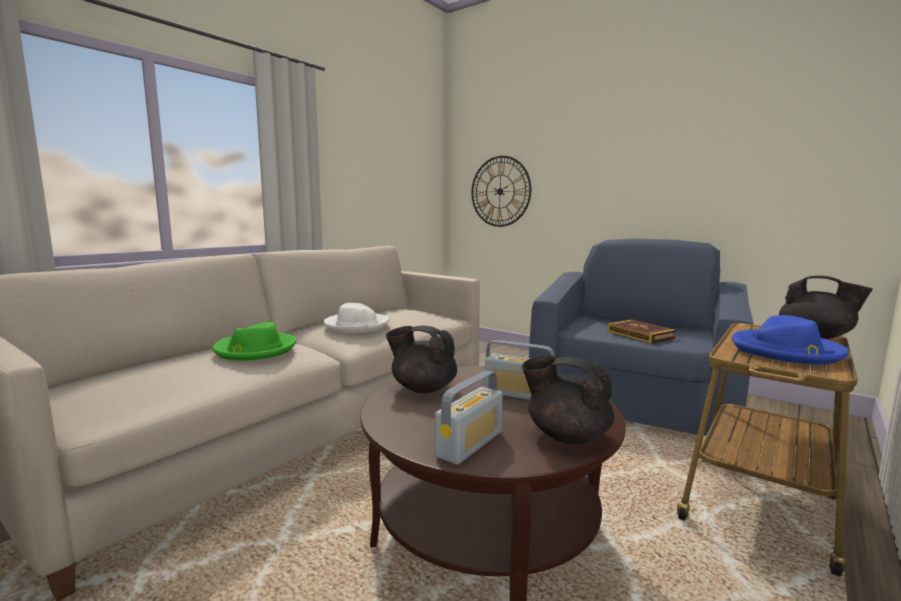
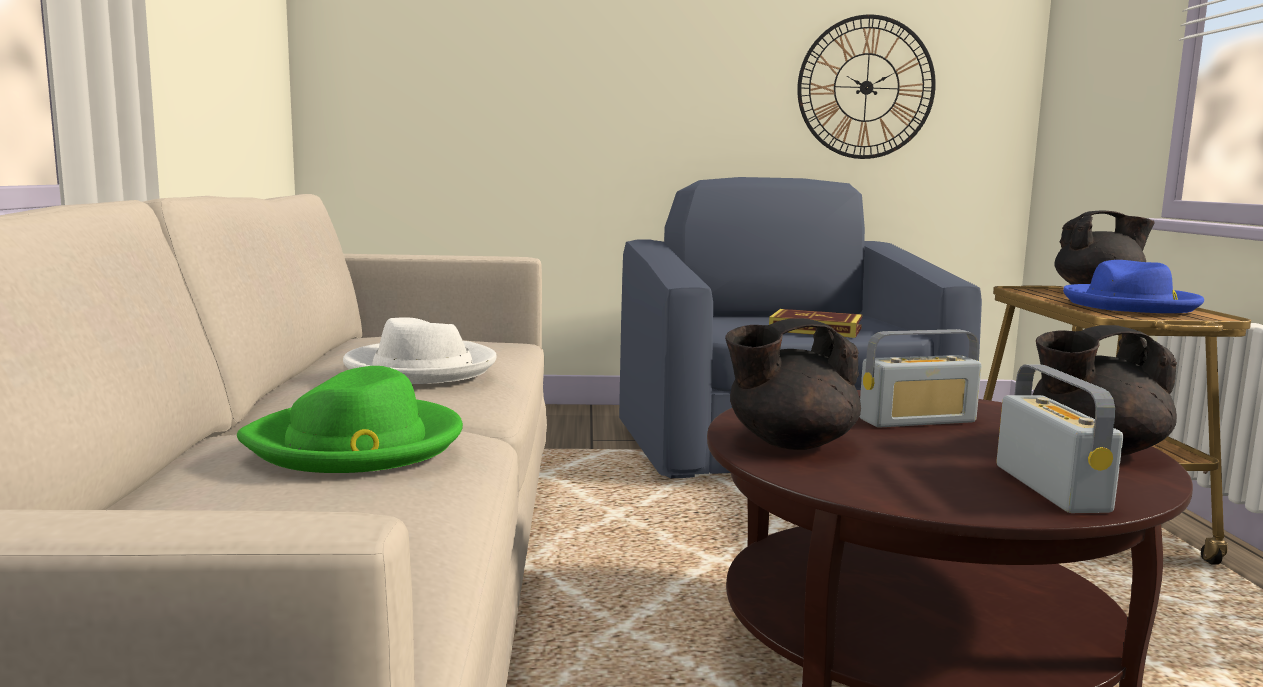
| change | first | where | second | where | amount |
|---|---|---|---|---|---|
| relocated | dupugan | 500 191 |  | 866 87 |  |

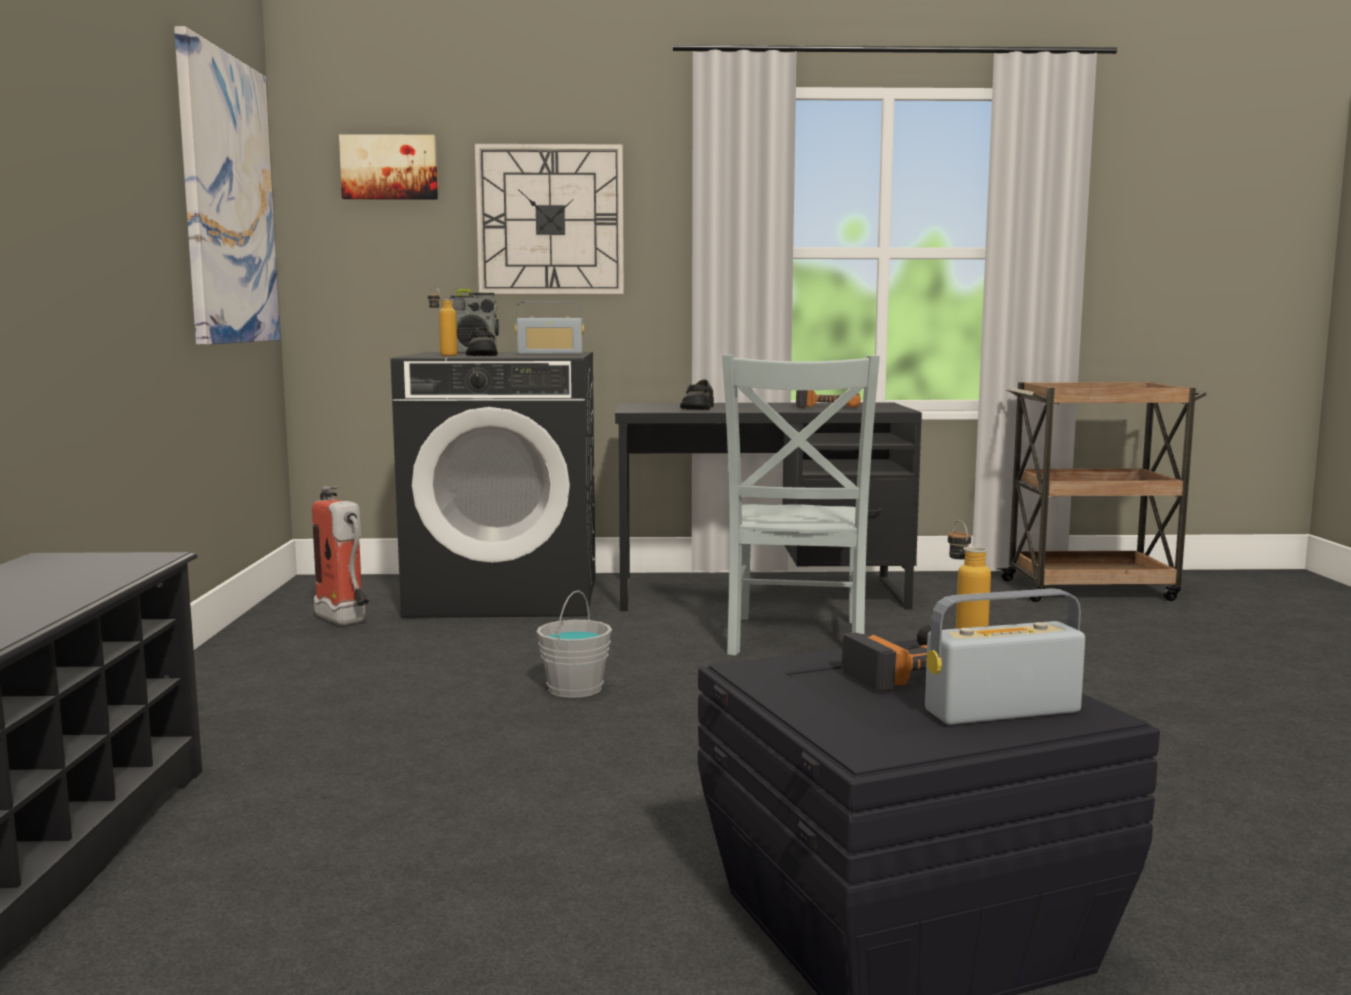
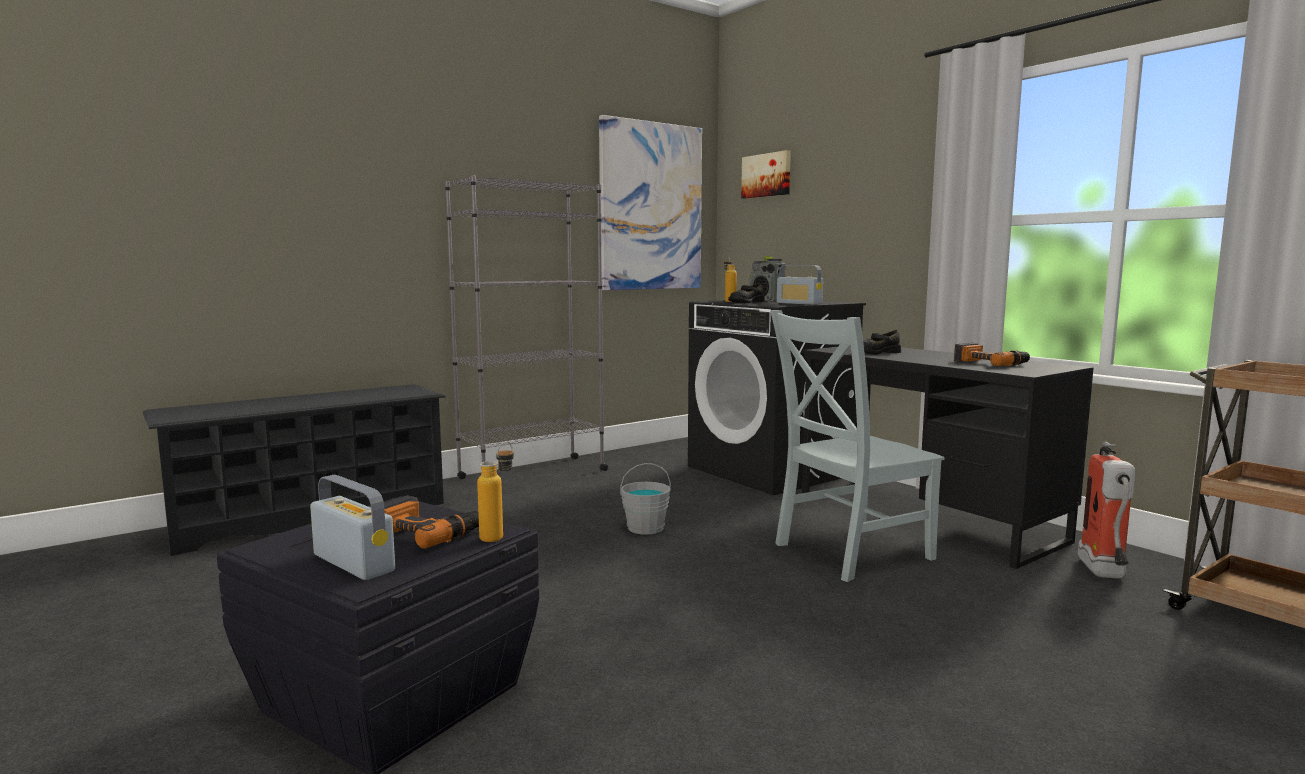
| change | first | where | second | where | amount |
|---|---|---|---|---|---|
| relocated | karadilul | 346 622 |  | 1104 574 |  |
| missing | dupugan | 550 220 |  |  |  |
| appeared |  |  | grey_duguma | 532 474 |  |

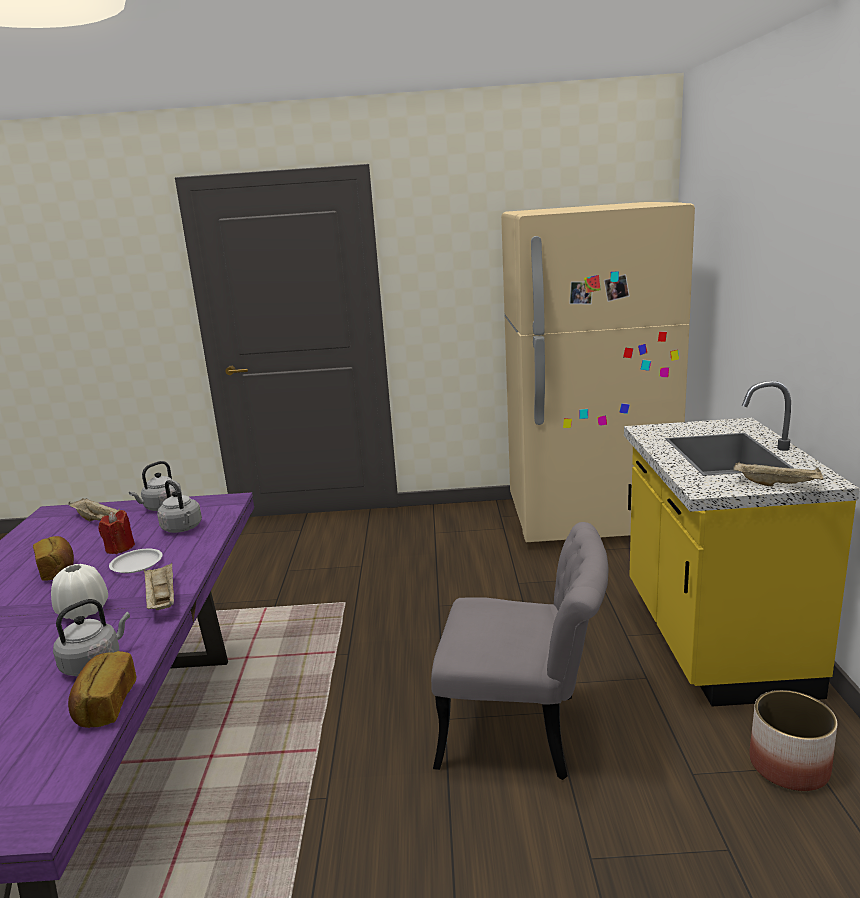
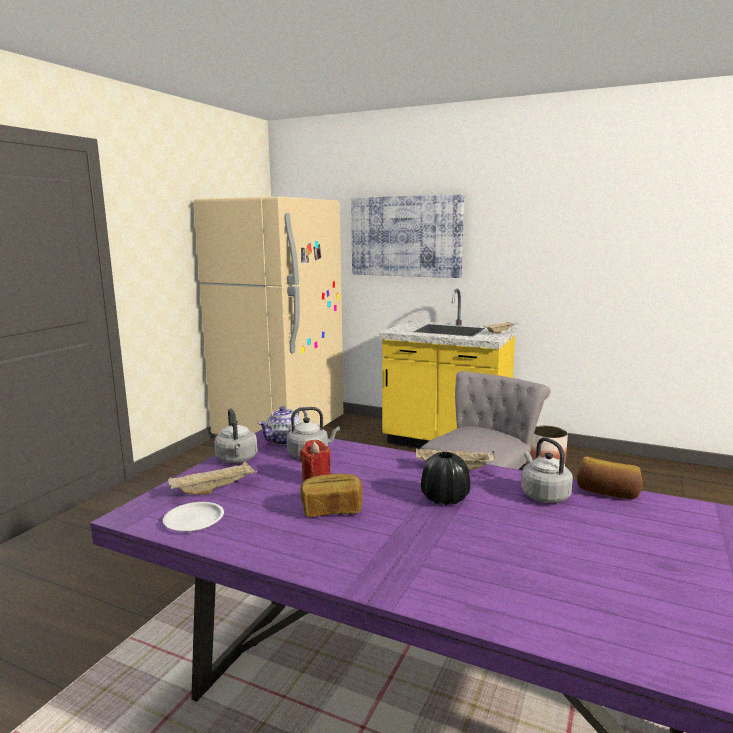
| change | first | where | second | where | amount |
|---|---|---|---|---|---|
| colour | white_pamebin | 83 611 | black_pamebin | 444 498 |  |
| relocated | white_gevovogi | 136 564 |  | 194 521 |  |
| appeared |  |  | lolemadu | 284 440 |  |
| appeared |  |  | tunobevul | 406 236 |  |

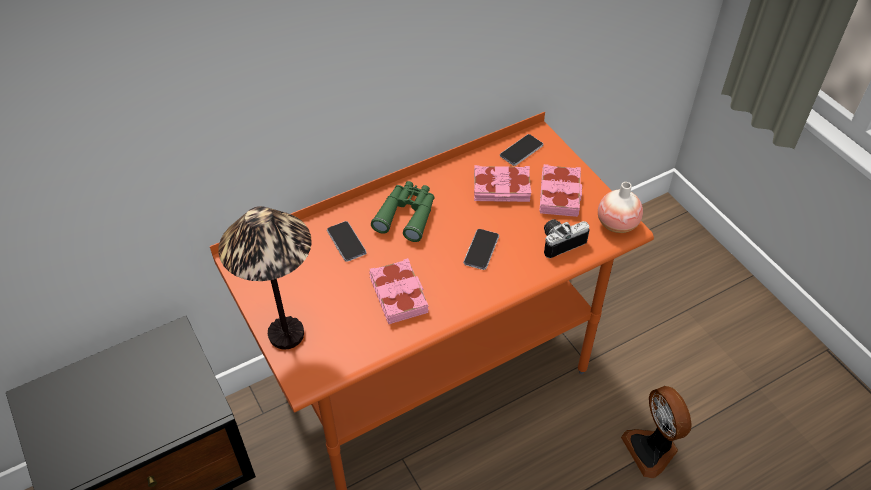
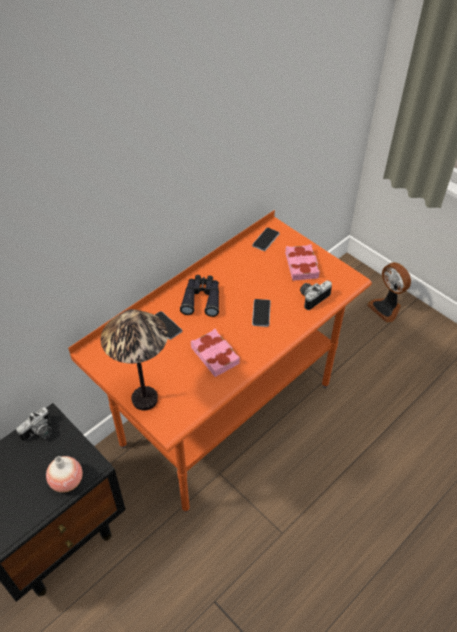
| change | first | where | second | where | amount |
|---|---|---|---|---|---|
| colour | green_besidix | 407 215 | black_besidix | 201 298 |  |
| missing | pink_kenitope | 501 189 |  |  |  |
| relocated | pamebin | 617 224 |  | 67 481 |  |
| relocated | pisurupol | 652 449 |  | 386 308 |  |
| appeared |  |  | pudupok | 40 433 |  |

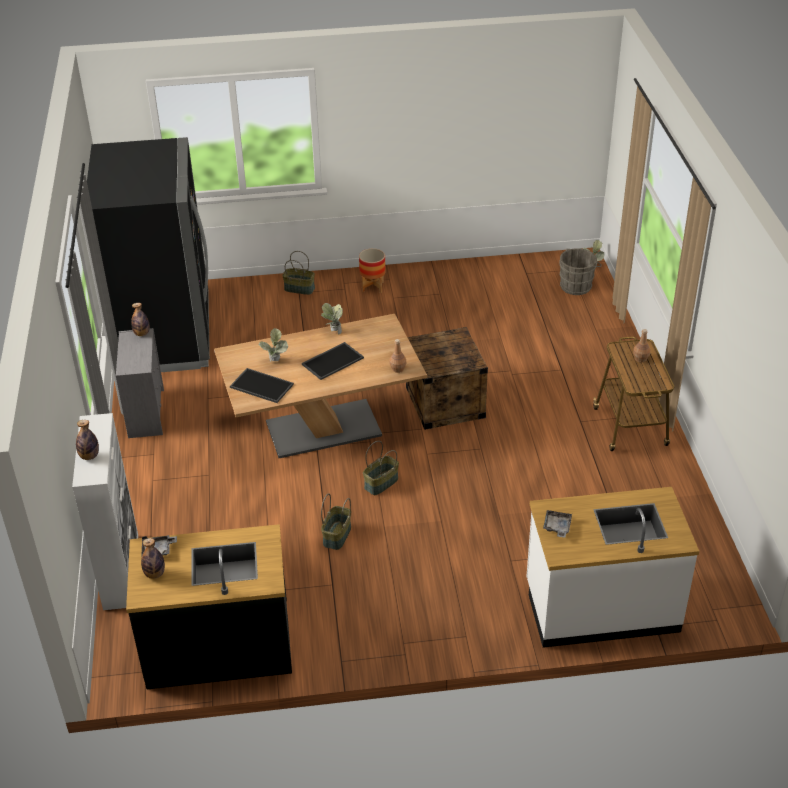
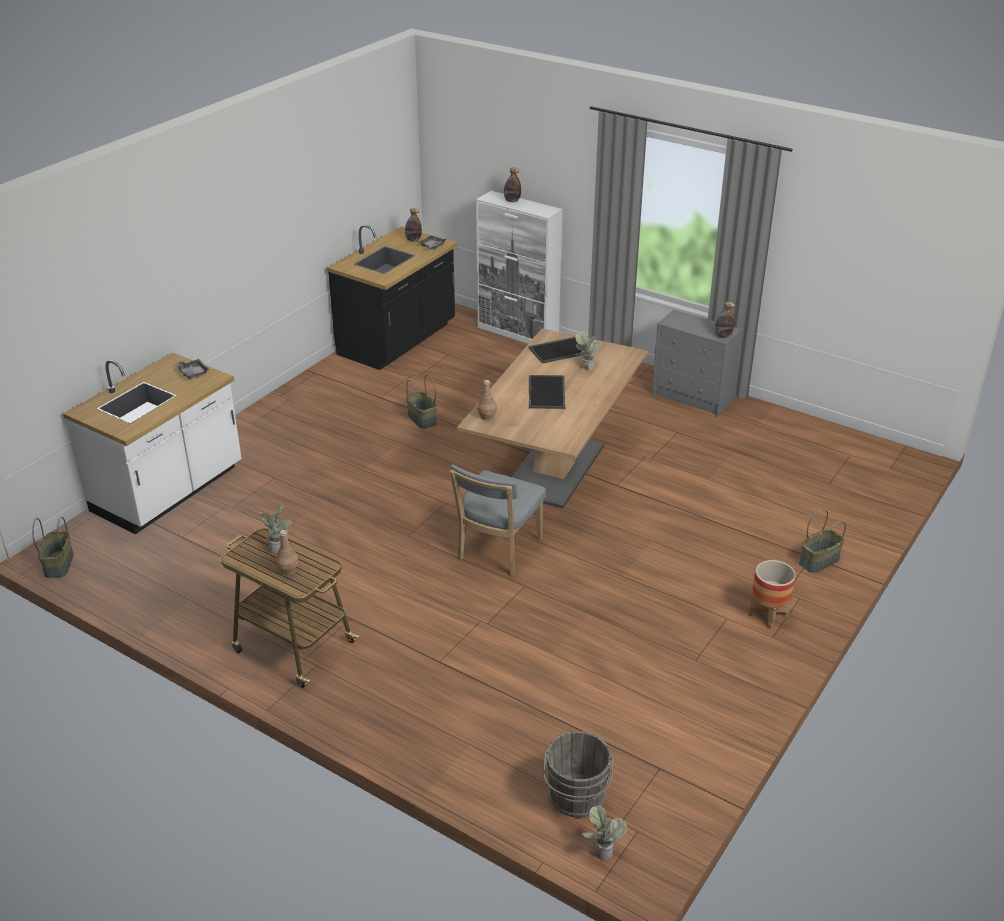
| change | first | where | second | where | amount |
|---|---|---|---|---|---|
| missing | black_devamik | 165 335 |  |  |  |
| relocated | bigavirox | 333 332 |  | 278 547 |  |
| relocated | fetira | 381 483 |  | 58 564 |  |
| exchanged | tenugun | 445 402 | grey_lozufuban | 497 551 |  |

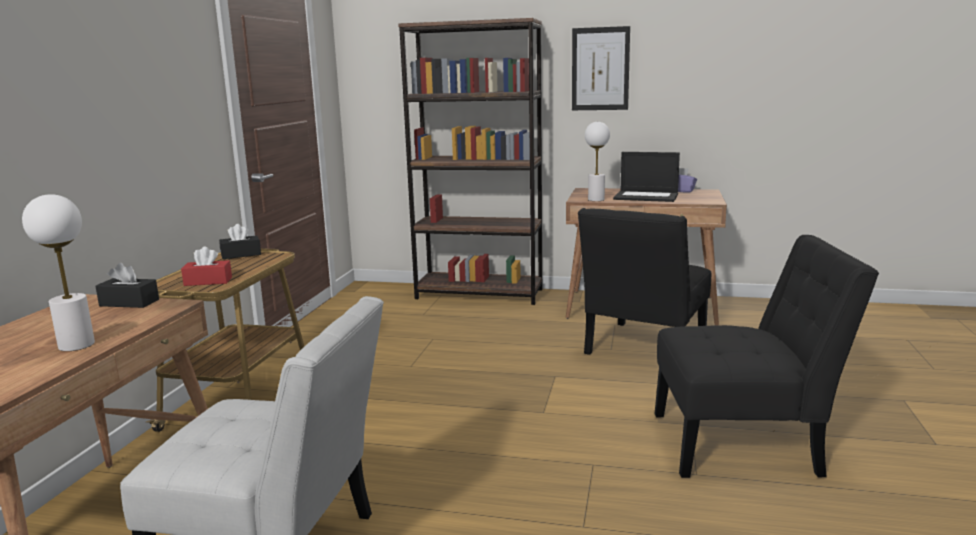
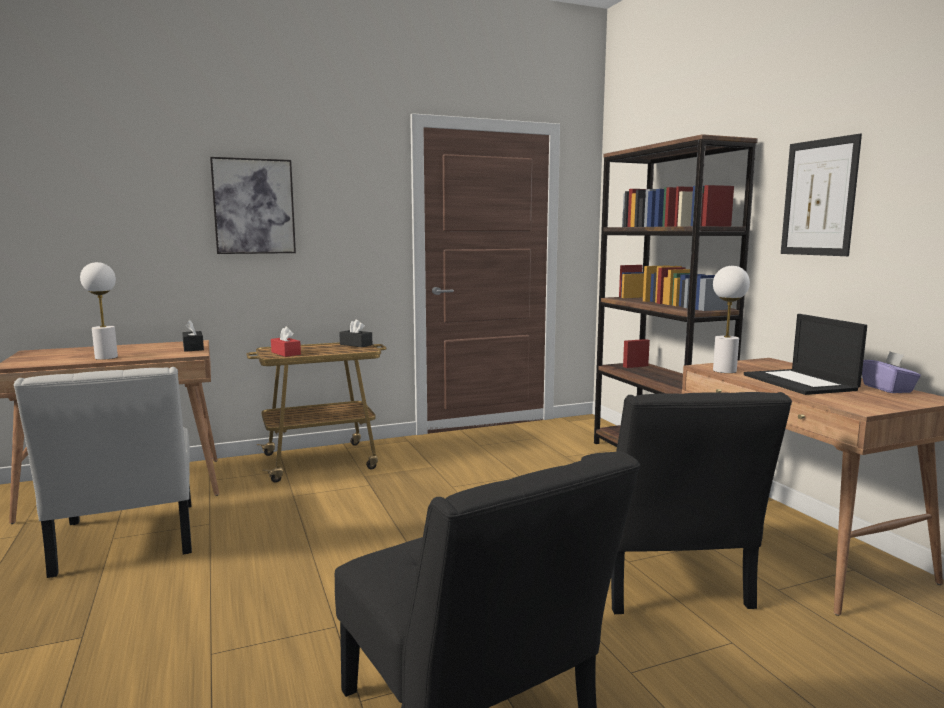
| change | first | where | second | where | amount |
|---|---|---|---|---|---|
| spun | black_lozufuban | 643 348 |  | 663 580 | 90 degrees counterclockwise |
| appeared |  |  | tunobevul | 254 206 |  |

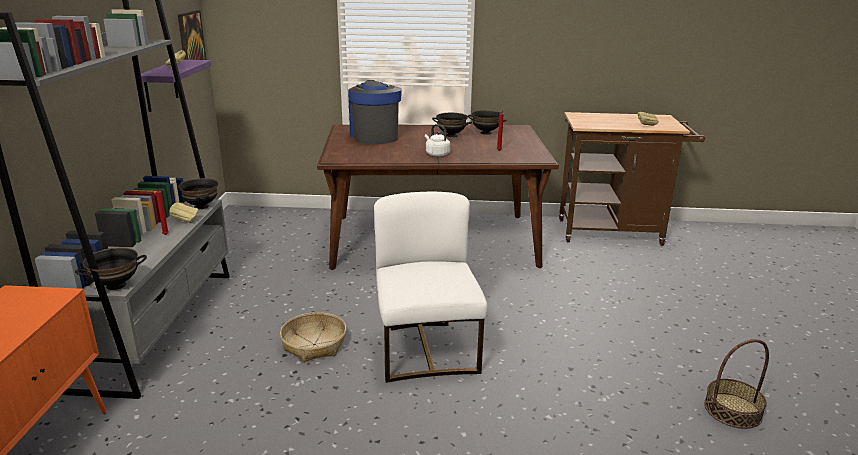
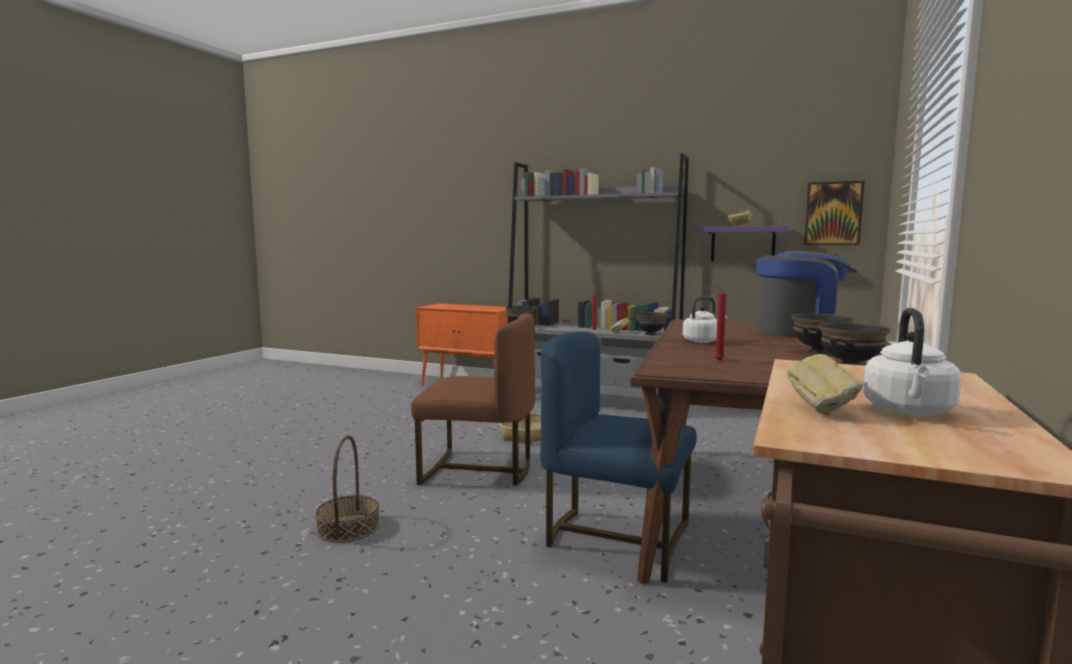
| change | first | where | second | where | amount |
|---|---|---|---|---|---|
| colour | white_lozufuban | 426 350 | brown_lozufuban | 478 470 |  |
| relocated | fetira | 732 410 |  | 348 528 |  |
| appeared |  |  | blue_lozufuban | 616 538 |  |
| appeared |  |  | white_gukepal | 909 411 |  |

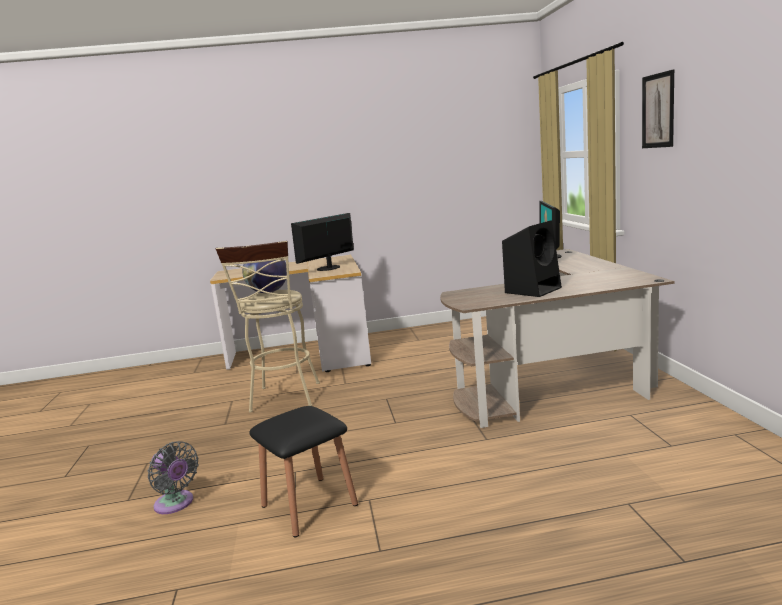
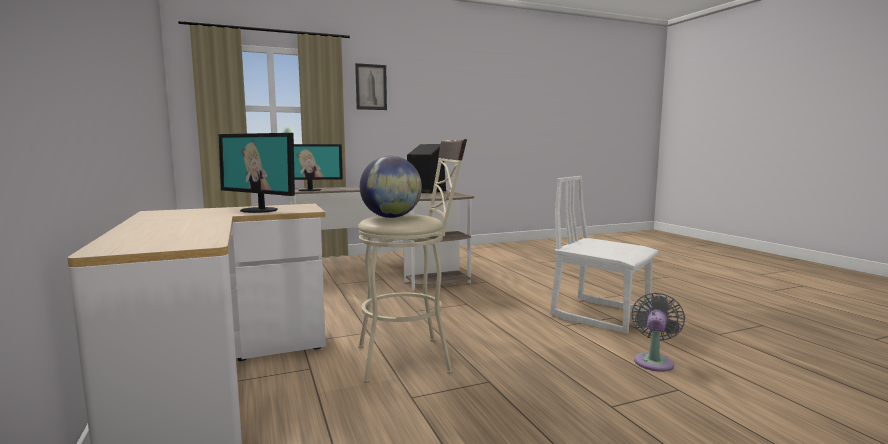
| change | first | where | second | where | amount |
|---|---|---|---|---|---|
| exchanged | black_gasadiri | 309 505 | white_lozufuban | 601 314 |  |

